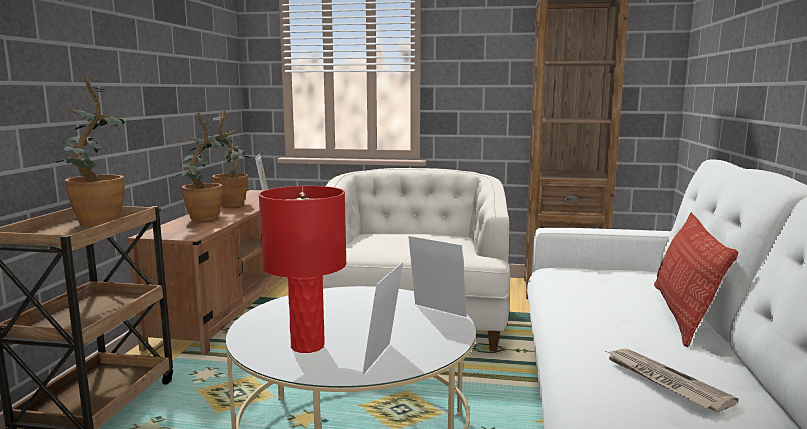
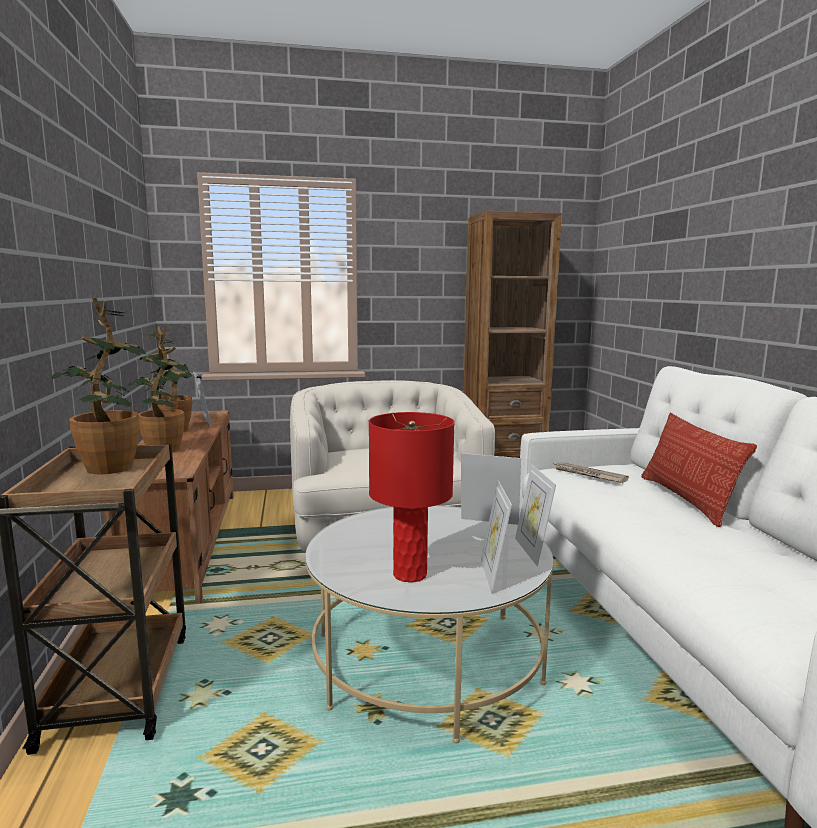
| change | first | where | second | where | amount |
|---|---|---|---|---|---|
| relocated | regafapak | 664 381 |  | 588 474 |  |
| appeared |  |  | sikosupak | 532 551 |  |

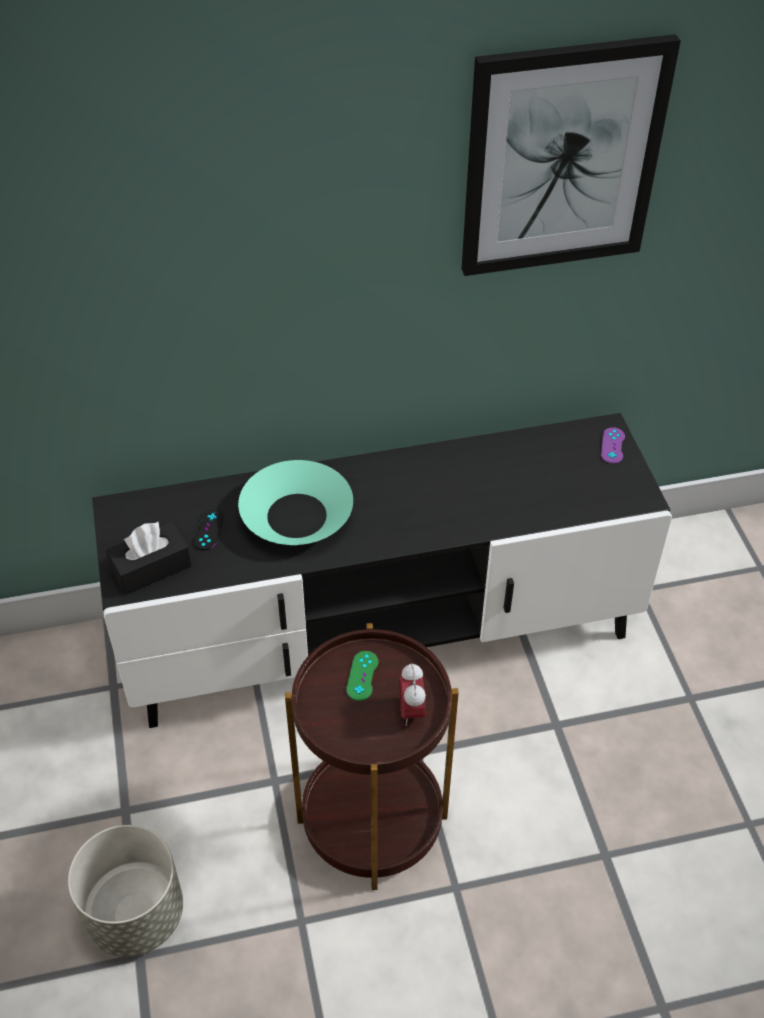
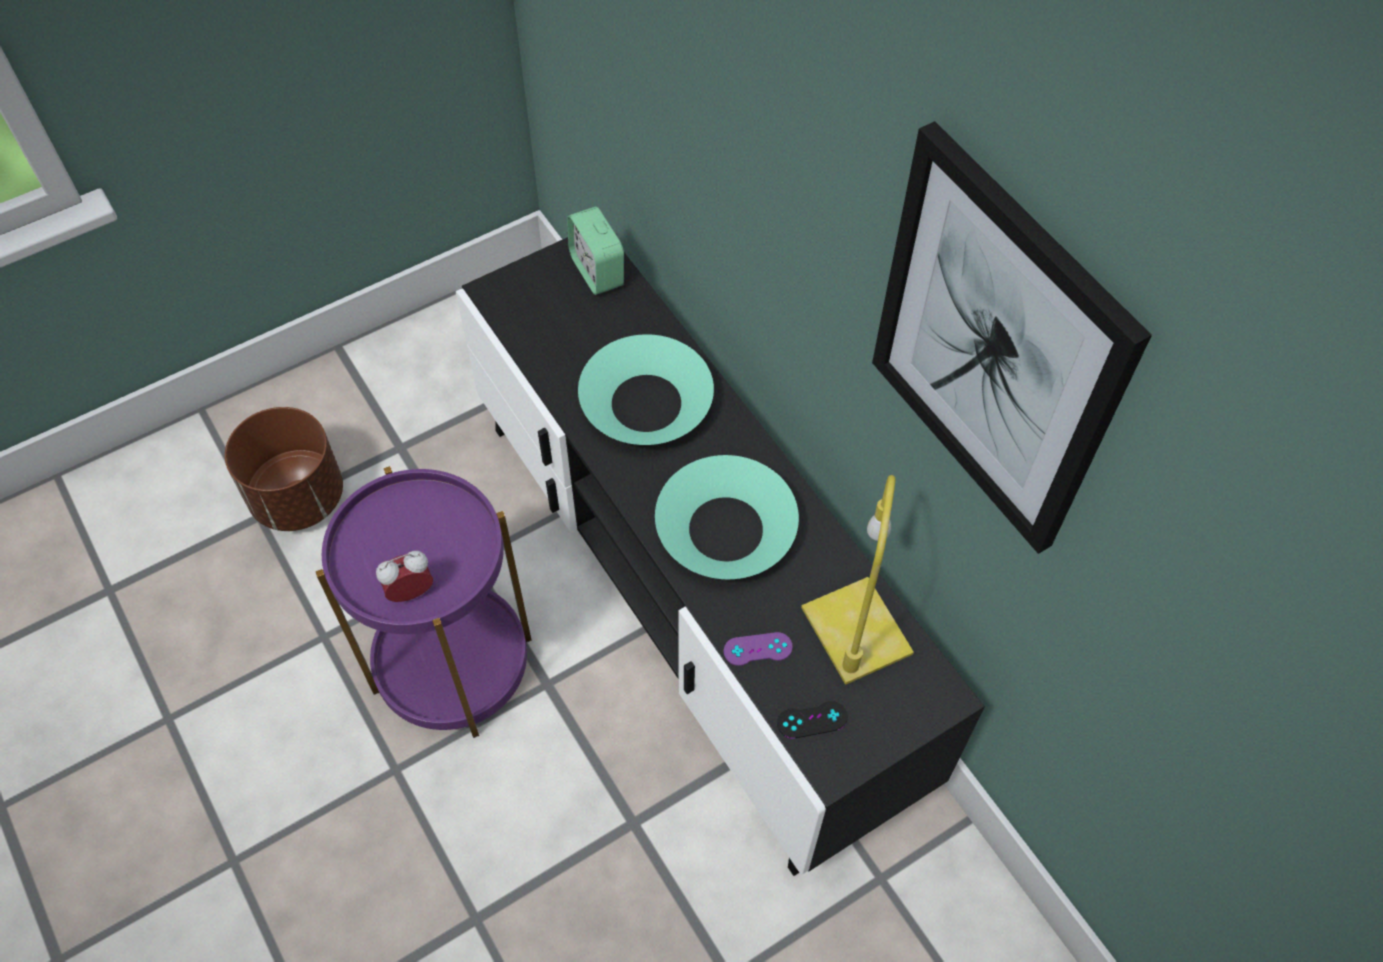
| change | first | where | second | where | amount |
|---|---|---|---|---|---|
| colour | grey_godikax | 136 914 | brown_godikax | 298 498 |  |
| missing | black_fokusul | 151 568 |  |  |  |
| relocated | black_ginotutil | 208 530 |  | 812 720 |  |
| colour | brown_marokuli | 372 818 | purple_marokuli | 453 664 |  |
| missing | green_ginotutil | 362 676 |  |  |  |
| relocated | purple_ginotutil | 612 445 |  | 758 649 |  |
| appeared |  |  | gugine | 597 271 |  |
| appeared |  |  | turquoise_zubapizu | 726 529 |  |
| appeared |  |  | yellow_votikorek | 859 632 |  |

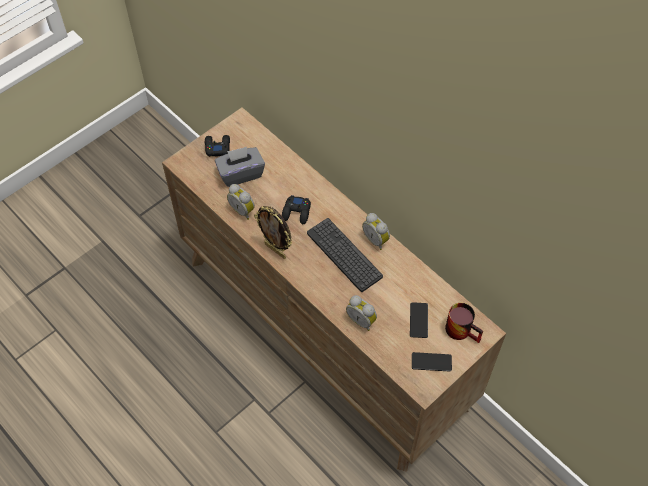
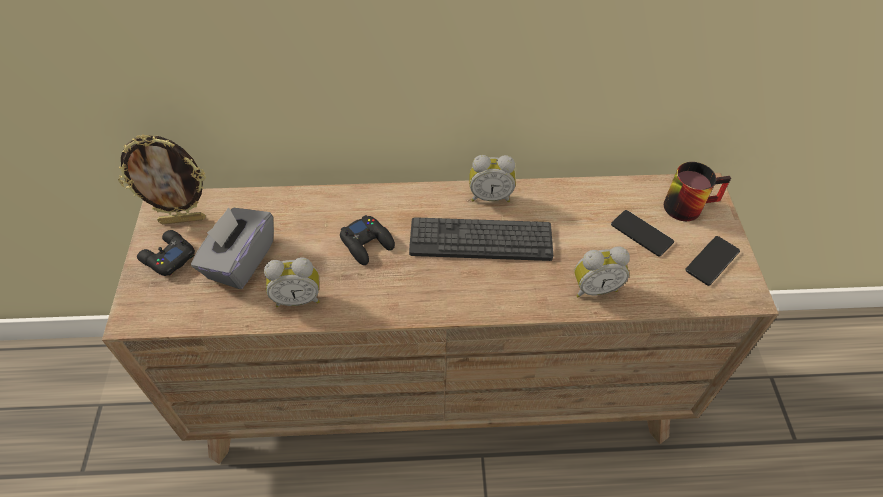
| change | first | where | second | where | amount |
|---|---|---|---|---|---|
| relocated | sikosupak | 276 250 |  | 183 219 |  |

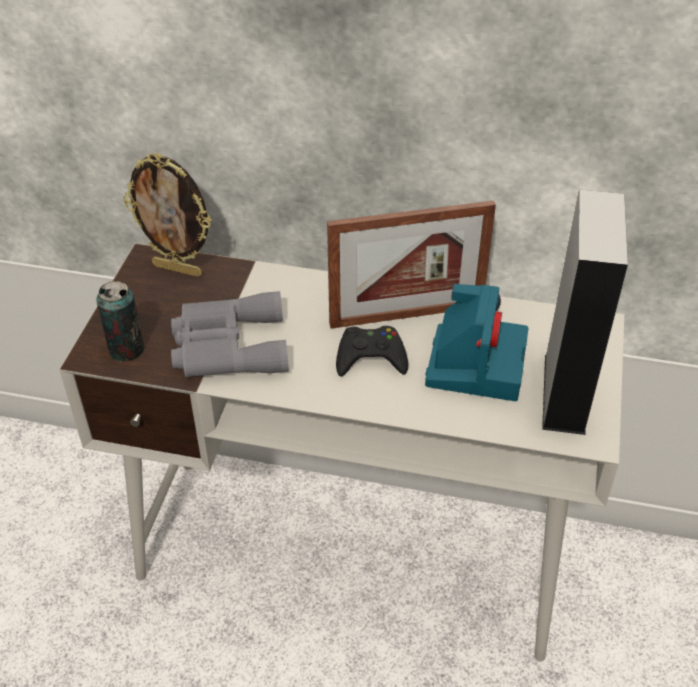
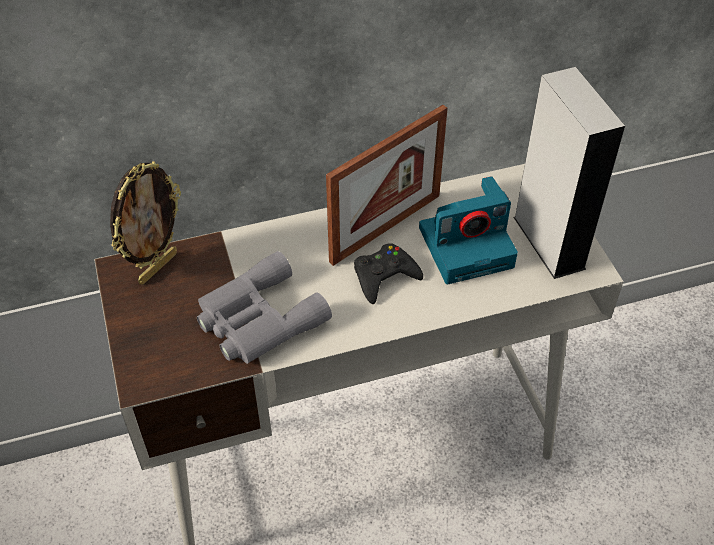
| change | first | where | second | where | amount |
|---|---|---|---|---|---|
| missing | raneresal | 126 349 |  |  |  |
| spun | sikosupak | 178 269 |  | 157 267 | 45 degrees counterclockwise |
| spun | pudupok | 475 362 |  | 467 246 | 90 degrees clockwise |

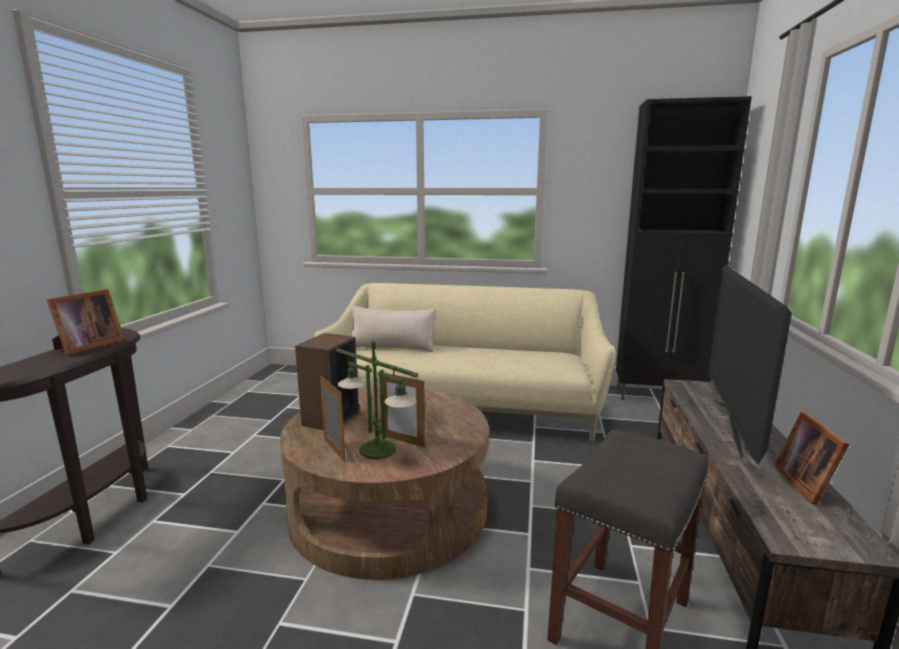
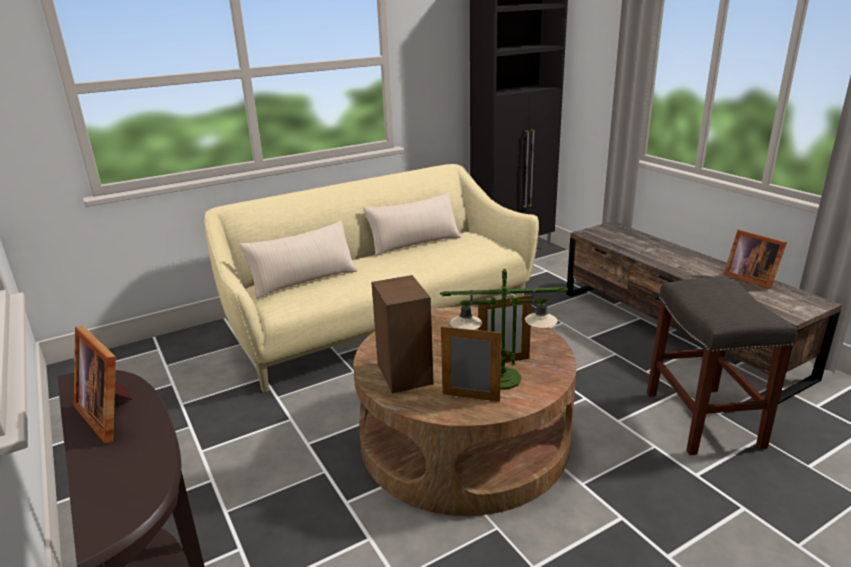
| change | first | where | second | where | amount |
|---|---|---|---|---|---|
| spun | sikosupak | 87 346 |  | 111 414 | 150 degrees clockwise |
| missing | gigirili | 729 426 |  |  |  |
| appeared |  |  | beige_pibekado | 414 243 |  |

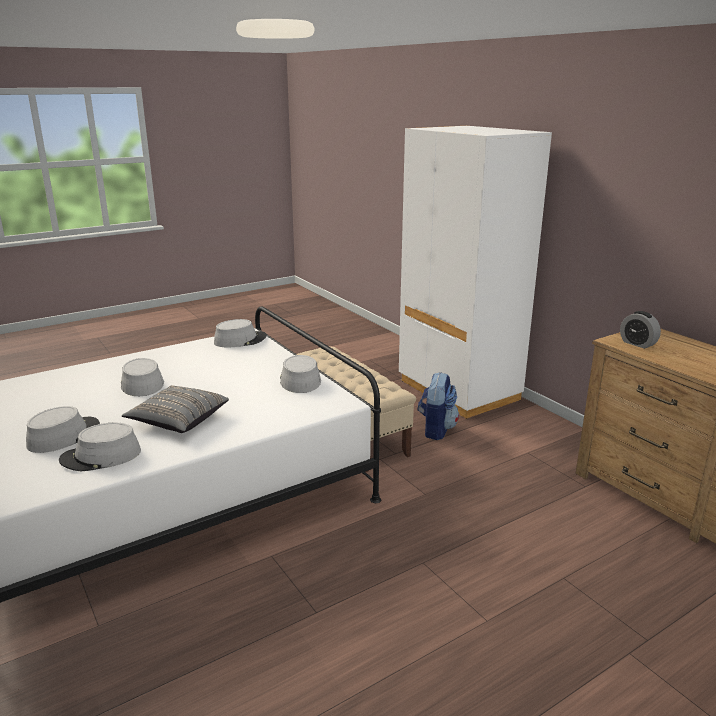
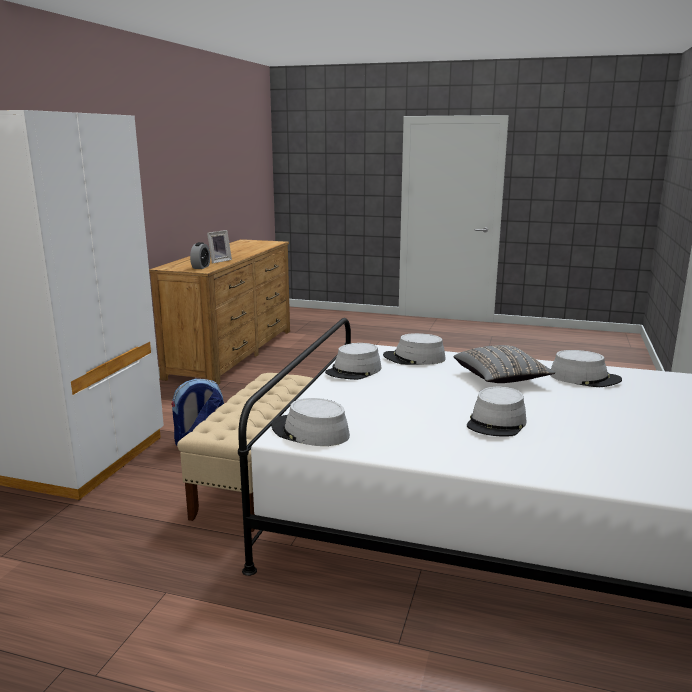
| change | first | where | second | where | amount |
|---|---|---|---|---|---|
| relocated | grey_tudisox | 63 436 |  | 414 358 |  |
| appeared |  |  | sikosupak | 219 261 |  |

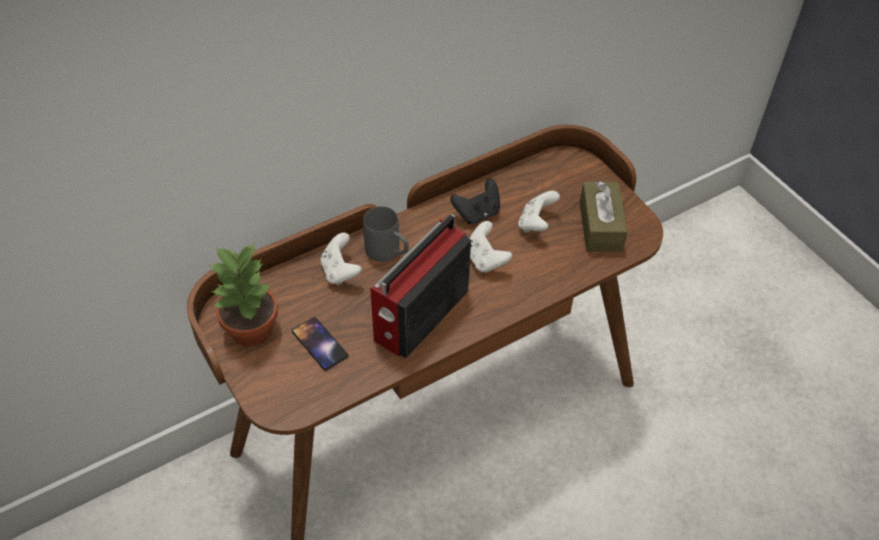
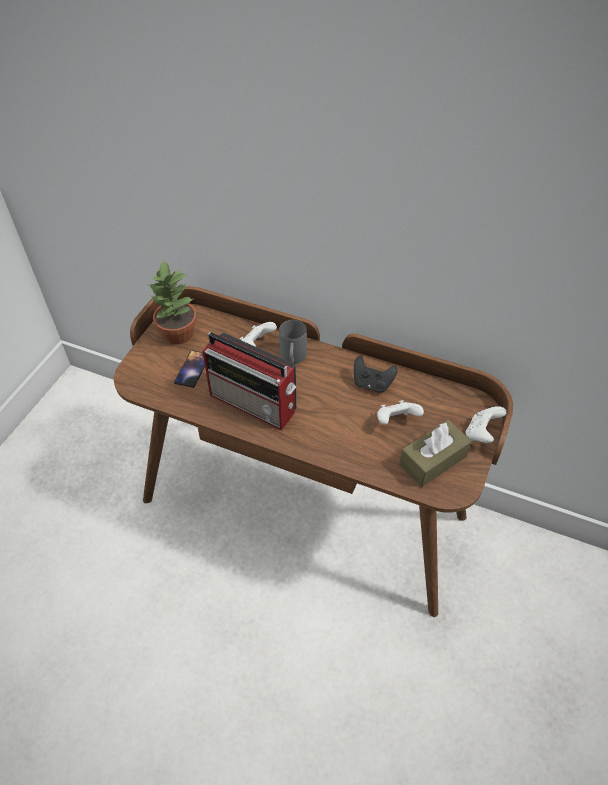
| change | first | where | second | where | amount |
|---|---|---|---|---|---|
| spun | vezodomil | 419 316 |  | 254 404 | 150 degrees counterclockwise |
| relocated | white_ginotutil | 485 260 |  | 481 433 |  |

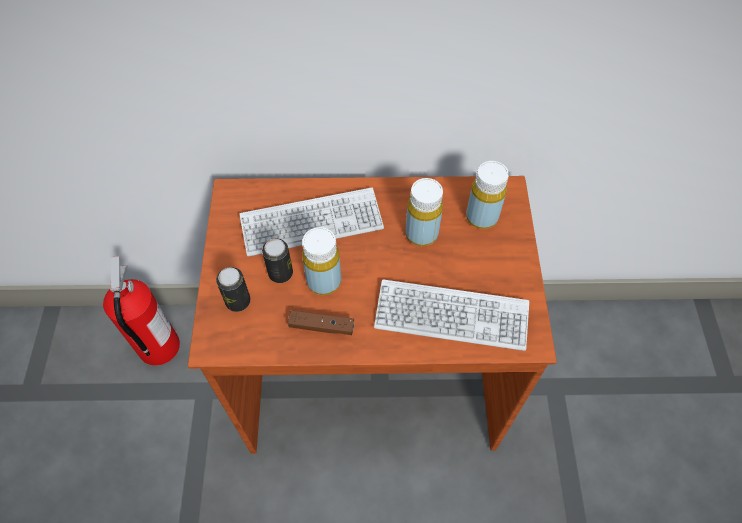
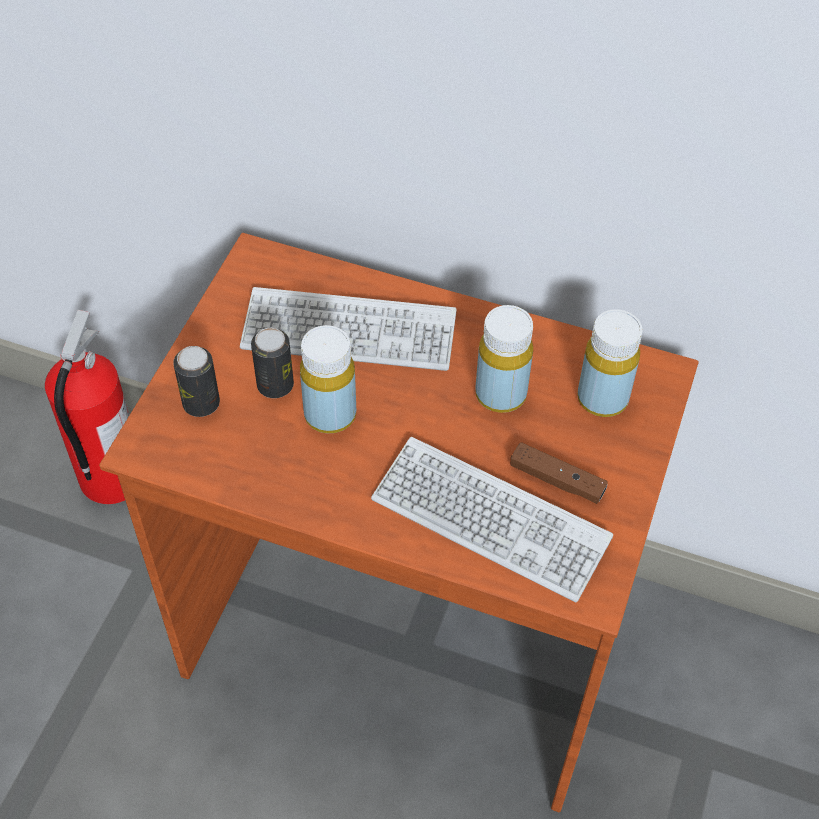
| change | first | where | second | where | amount |
|---|---|---|---|---|---|
| relocated | brown_ginotutil | 321 326 |  | 557 480 |  |

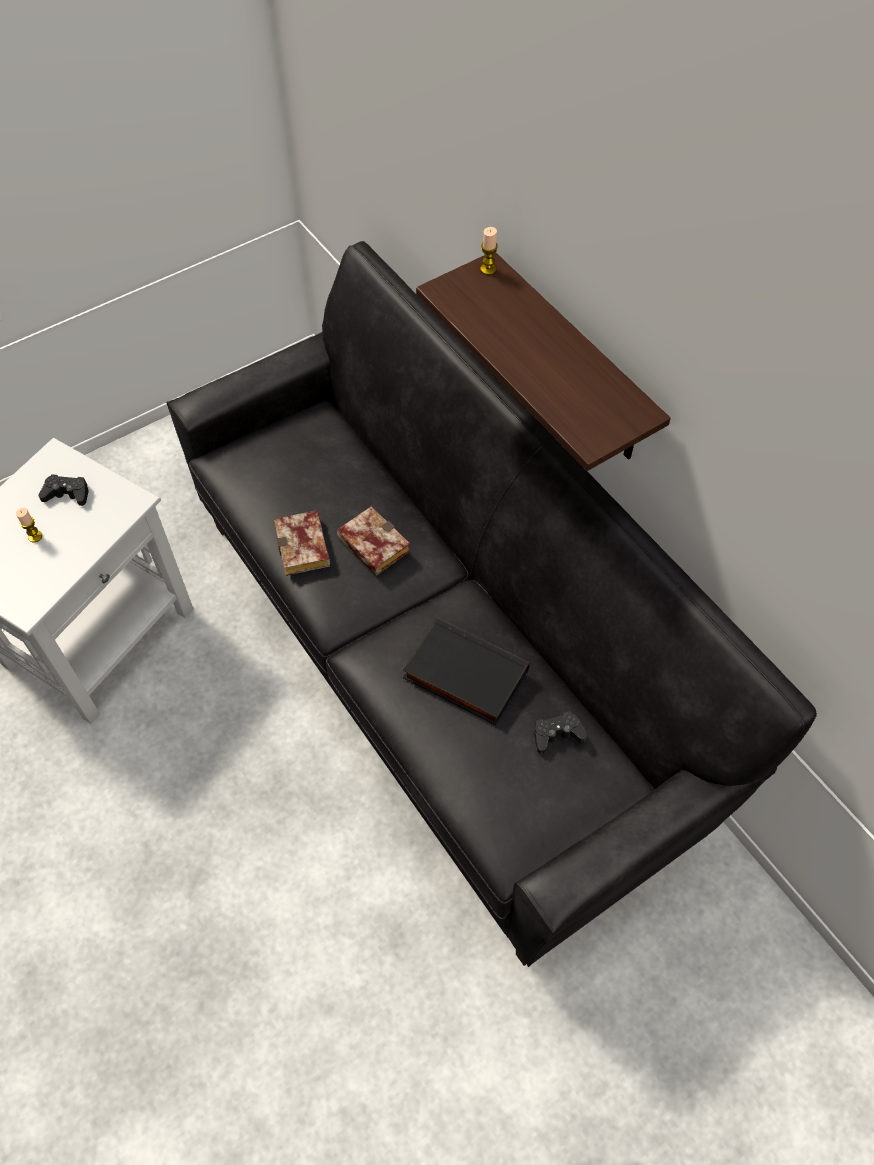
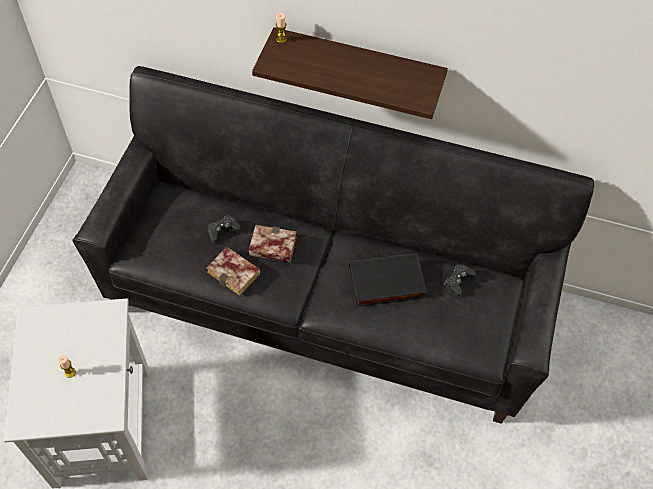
| change | first | where | second | where | amount |
|---|---|---|---|---|---|
| relocated | black_ginotutil | 67 494 |  | 223 230 |  |

